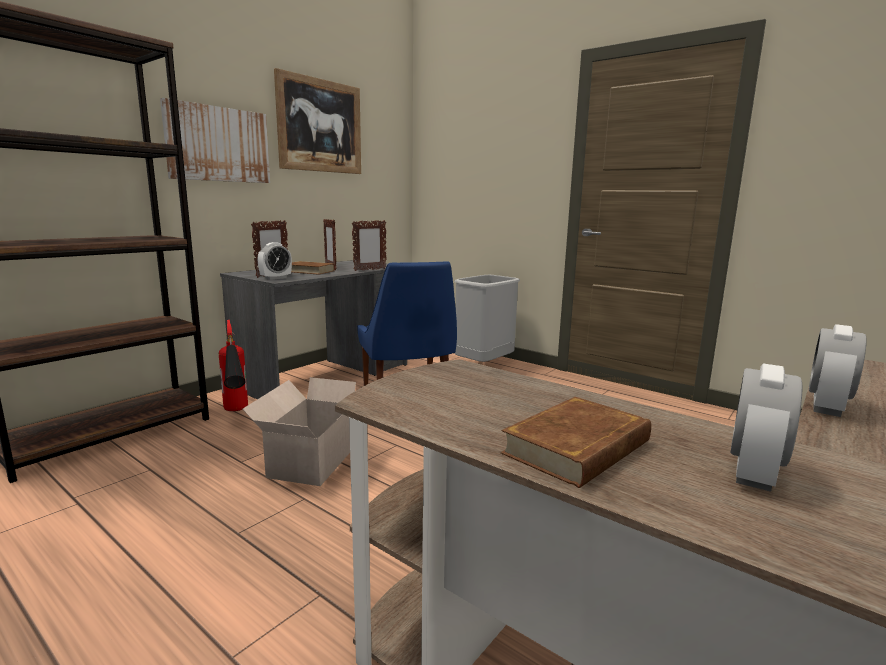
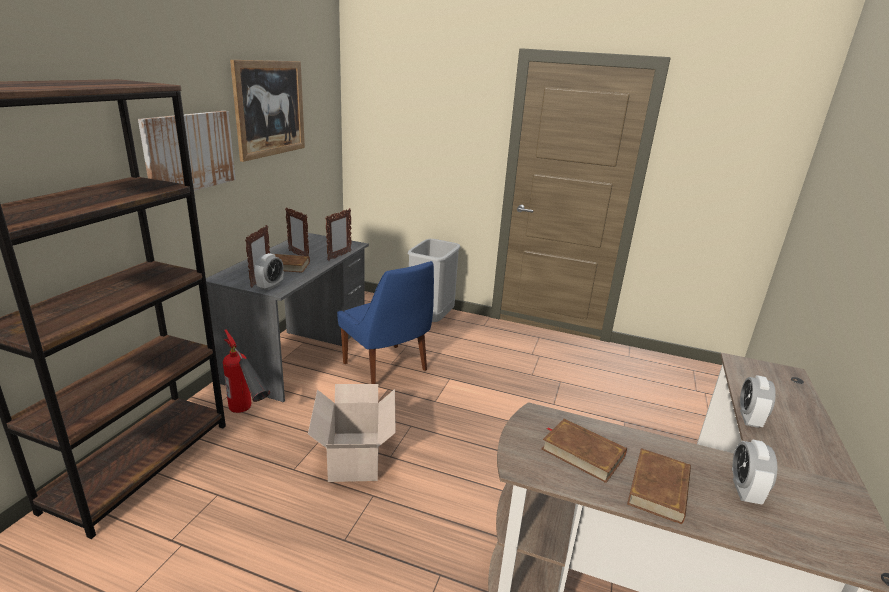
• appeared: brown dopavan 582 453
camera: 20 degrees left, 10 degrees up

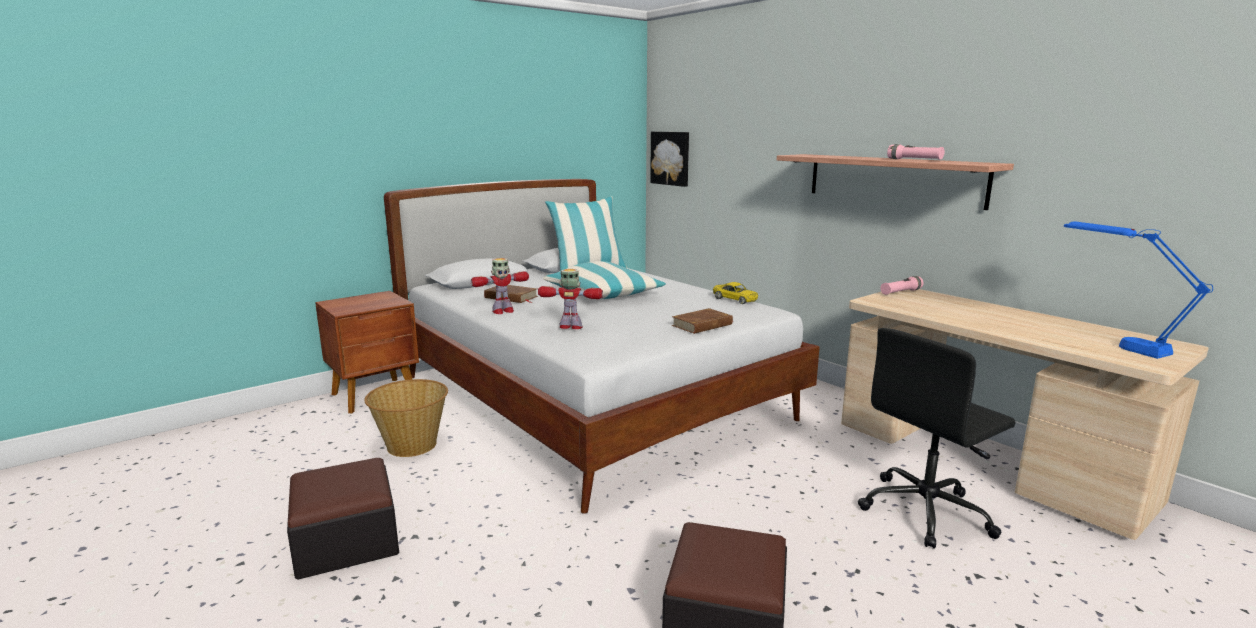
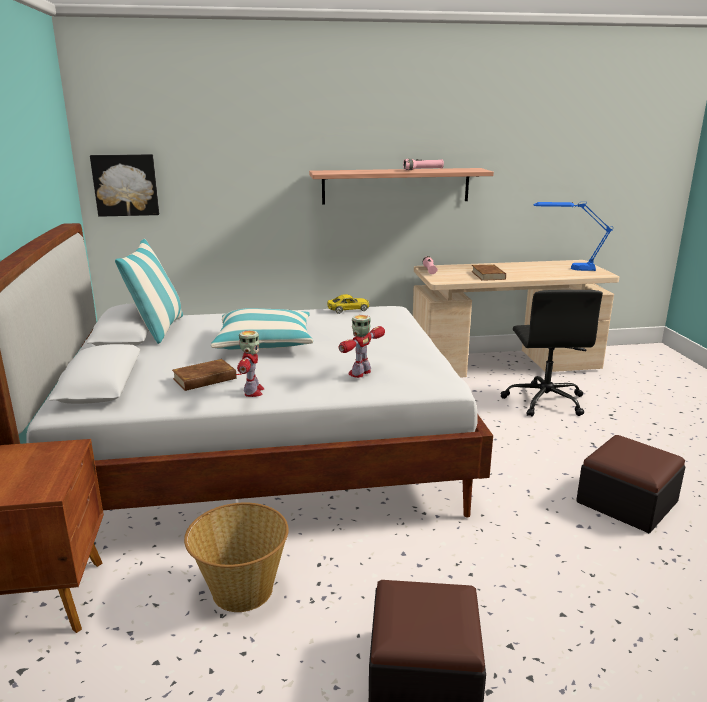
• relocated: brown dopavan 702 325 to 488 275
camera: 60 degrees left, 5 degrees up

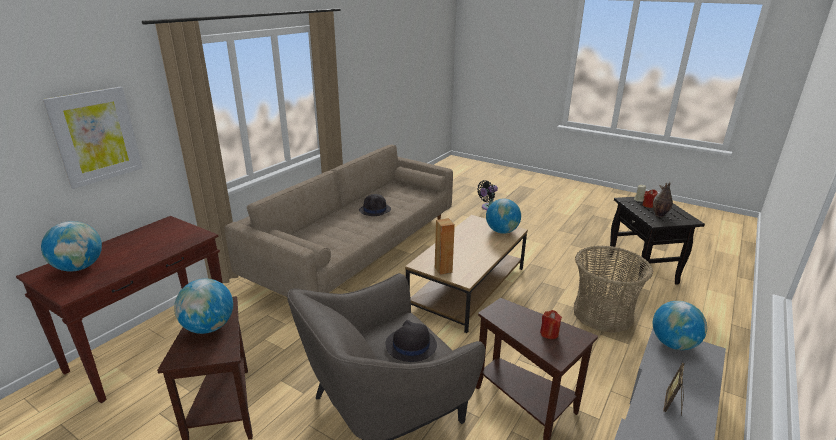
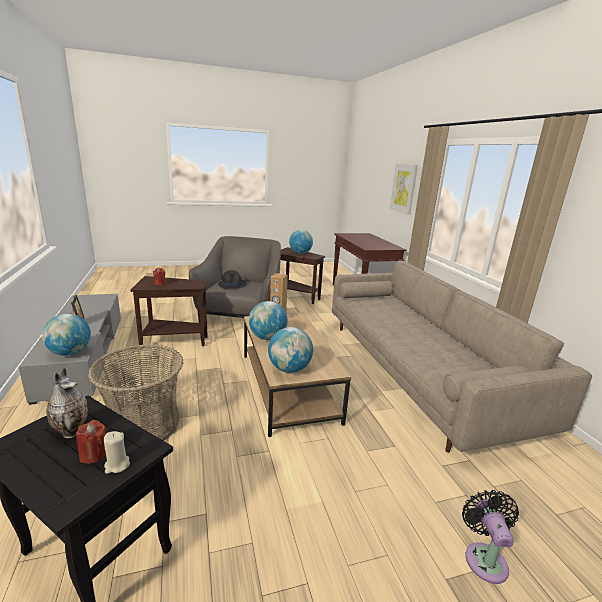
• relocated: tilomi 79 267 to 267 338
• missing: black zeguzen 375 210
camera: 130 degrees right, 5 degrees down

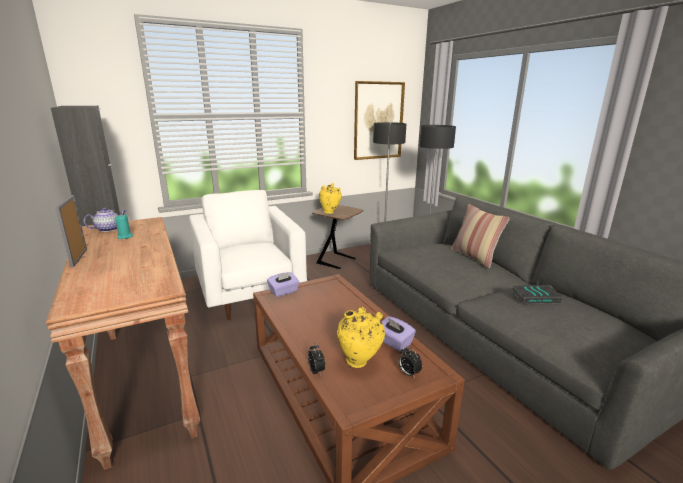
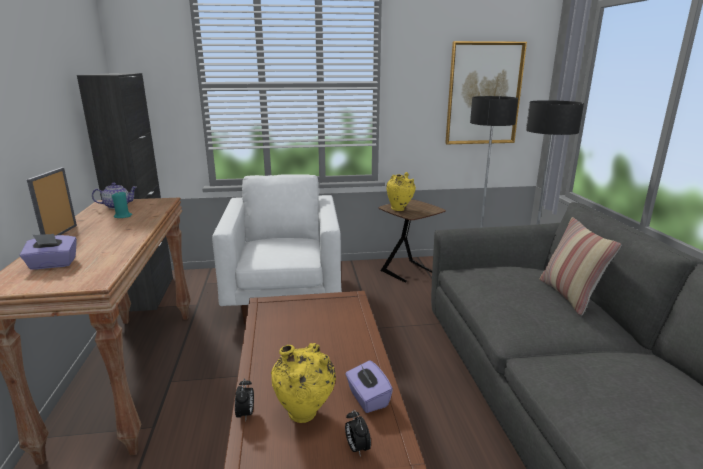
• relocated: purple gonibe 283 292 to 53 264
• missing: dopavan 535 297
camera: 20 degrees right, 0 degrees up

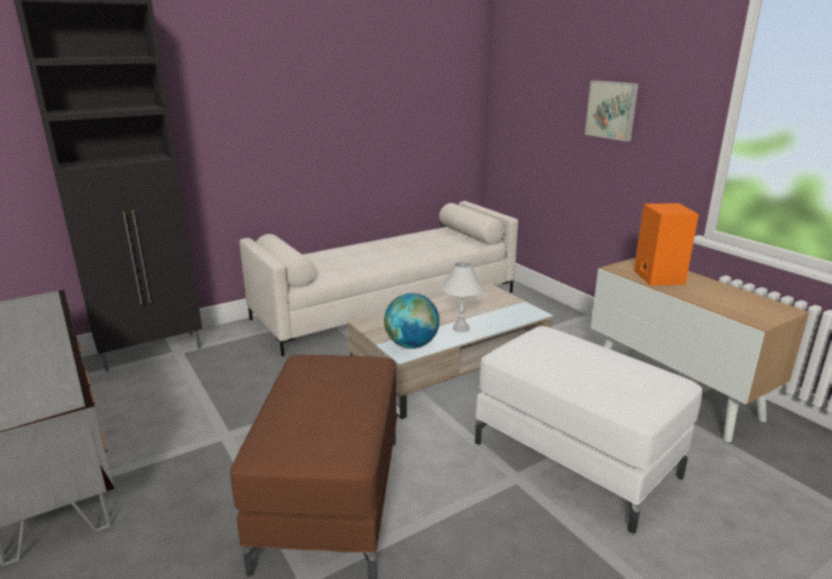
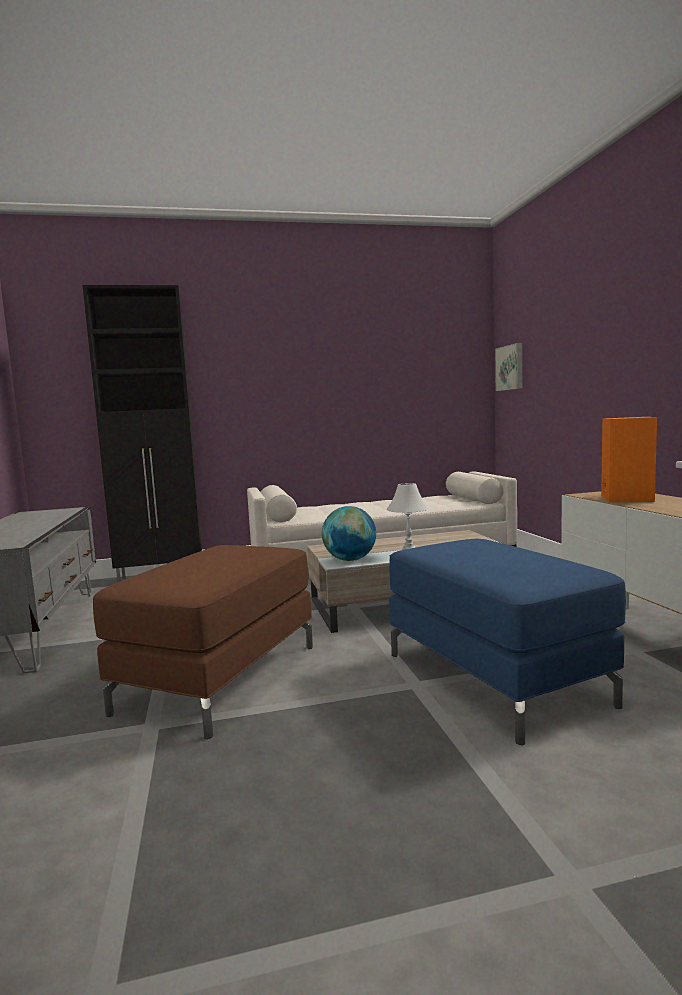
• colour: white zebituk 576 459 to blue zebituk 495 678
• relocated: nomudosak 612 110 to 510 367
camera: 20 degrees right, 15 degrees down

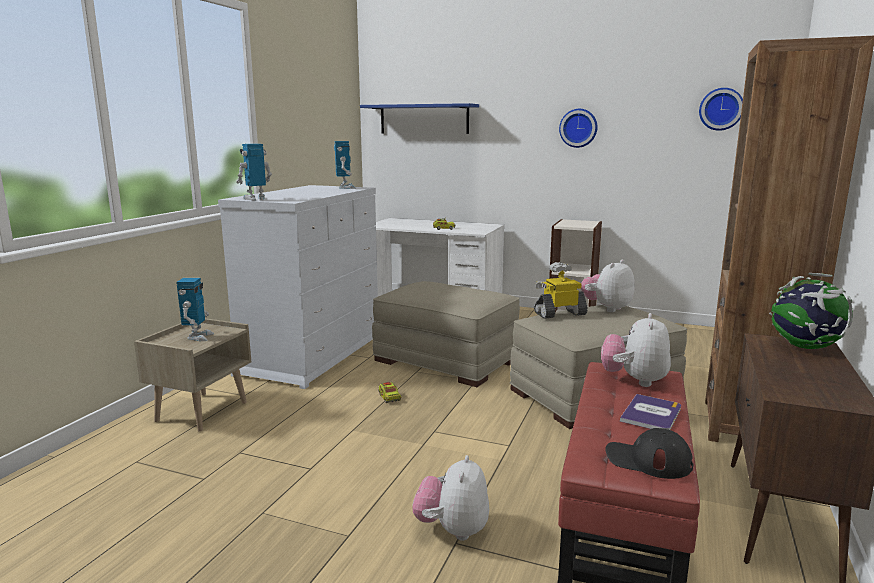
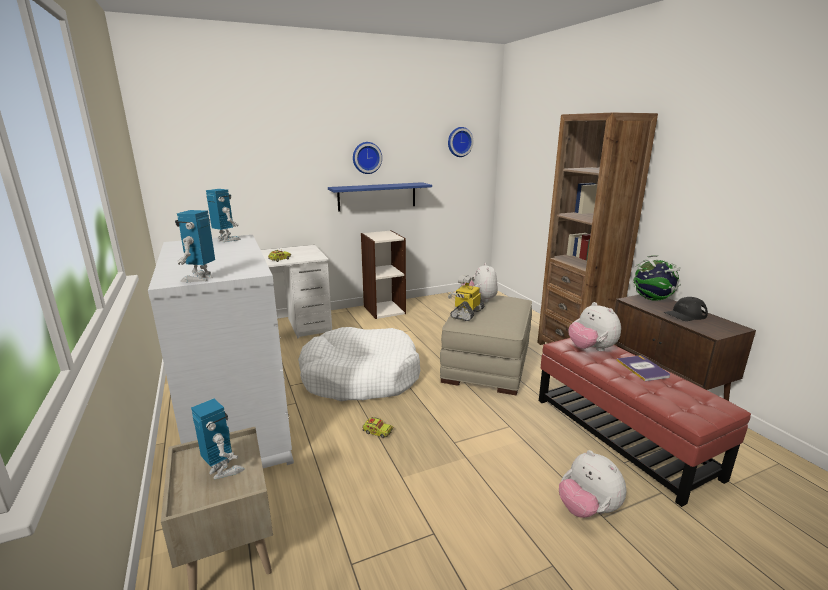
• exchanged: beige zebituk 446 360 to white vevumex 360 377
• relocated: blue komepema 424 119 to 377 196
• relocated: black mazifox 647 460 to 685 314
camera: 45 degrees left, 5 degrees up

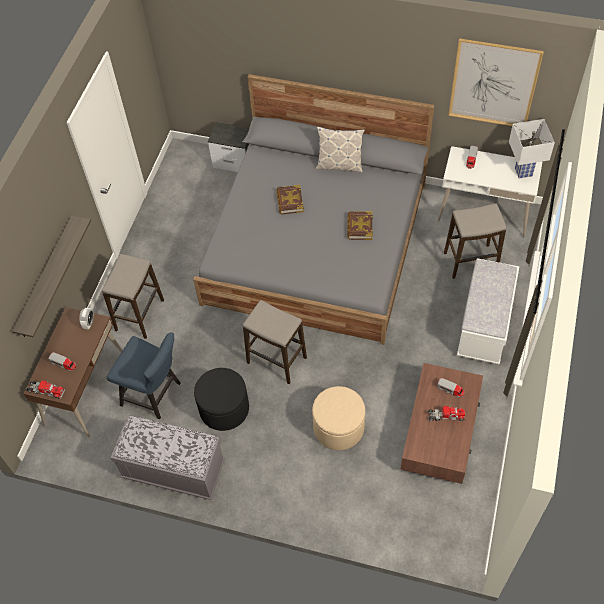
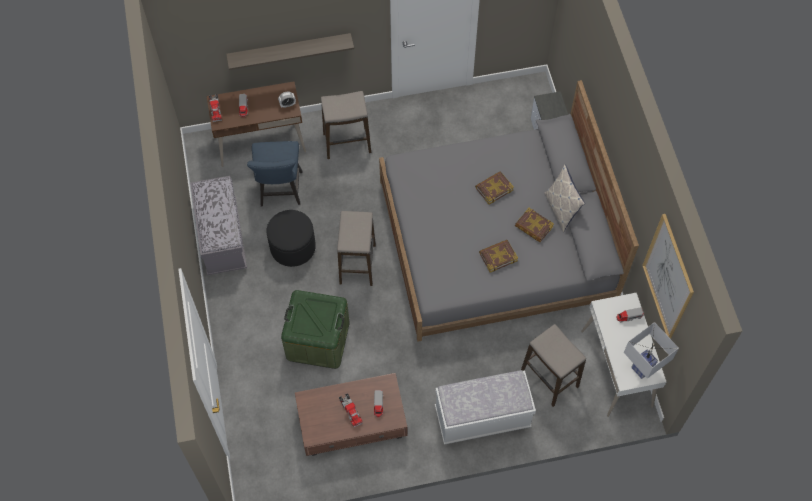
• exchanged: beige zebituk 338 427 to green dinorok 318 340
• appeared: dopavan 533 227
camera: 60 degrees right, 5 degrees up

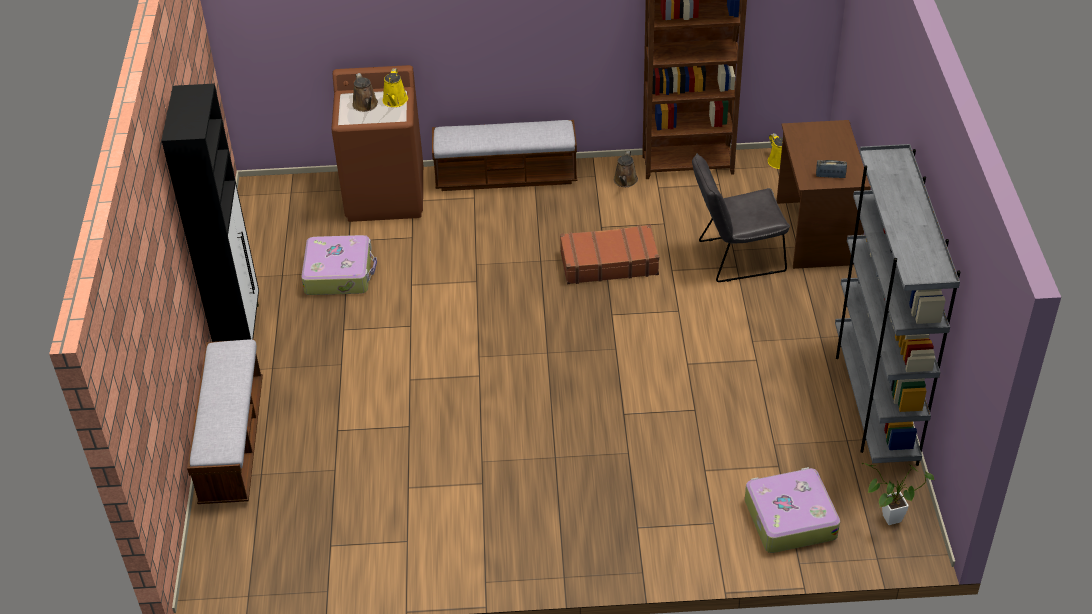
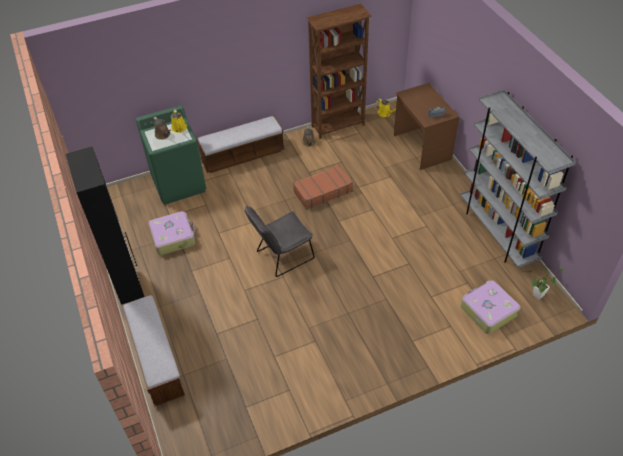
• colour: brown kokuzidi 386 195 to green kokuzidi 179 183
• relocated: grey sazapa 735 257 to 281 256
camera: 20 degrees left, 5 degrees up

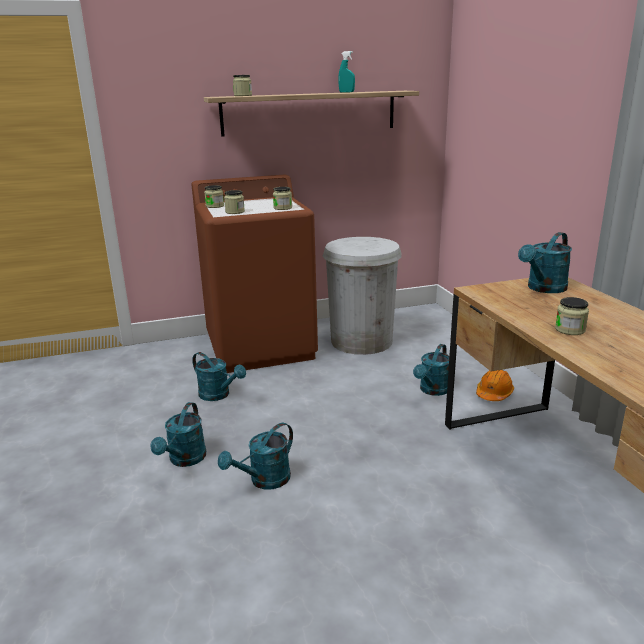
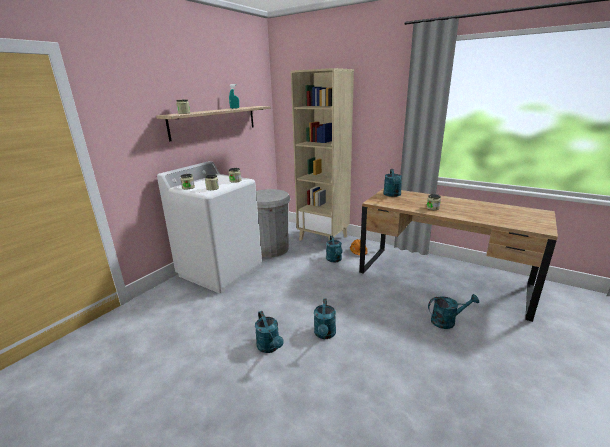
• colour: brown kokuzidi 261 346 to white kokuzidi 221 270
• appeared: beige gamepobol 324 238
• relocated: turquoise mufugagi 219 395 to 447 321
camera: 40 degrees left, 0 degrees up

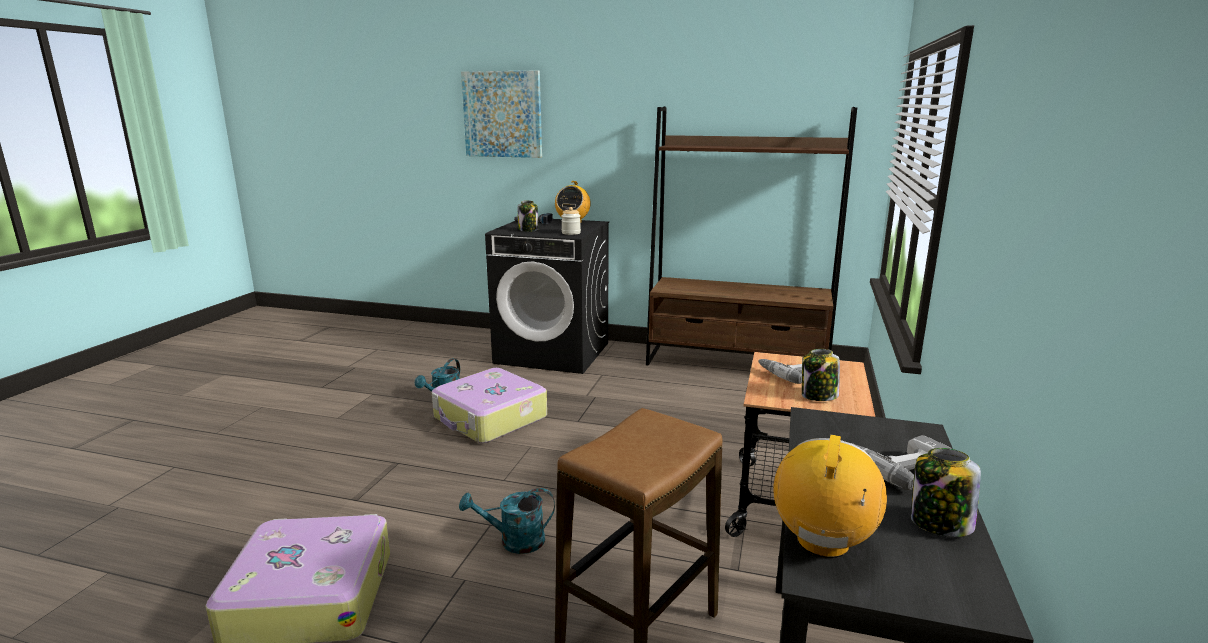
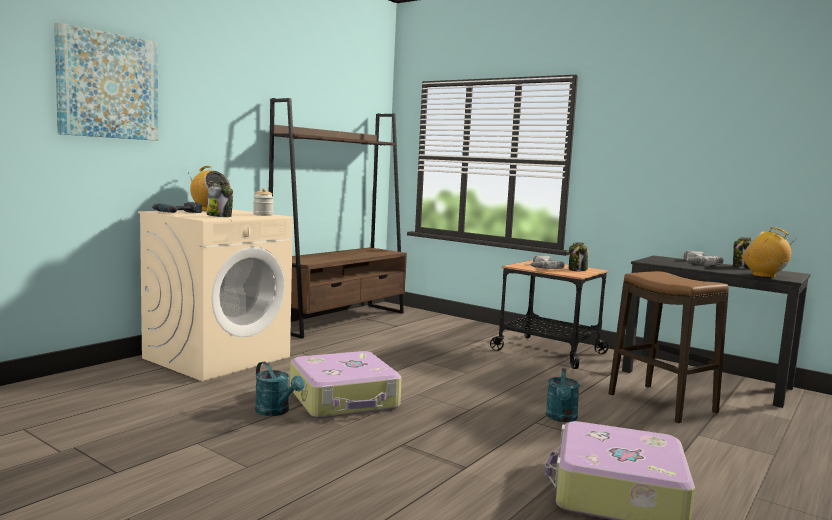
• colour: black kokuzidi 553 353 to beige kokuzidi 217 357
camera: 70 degrees left, 10 degrees down

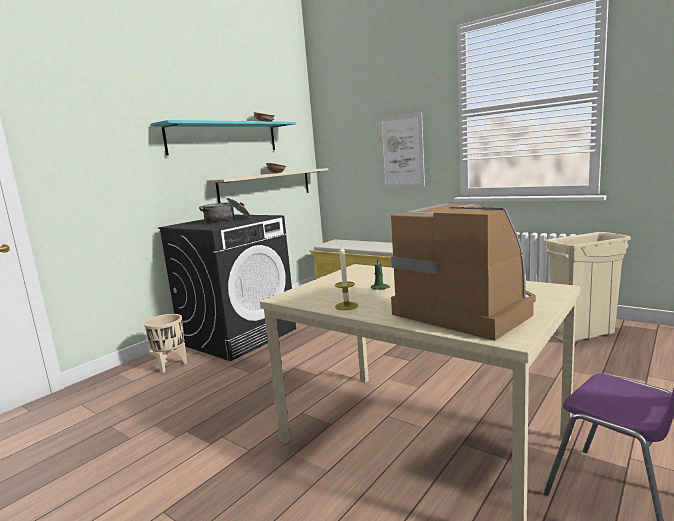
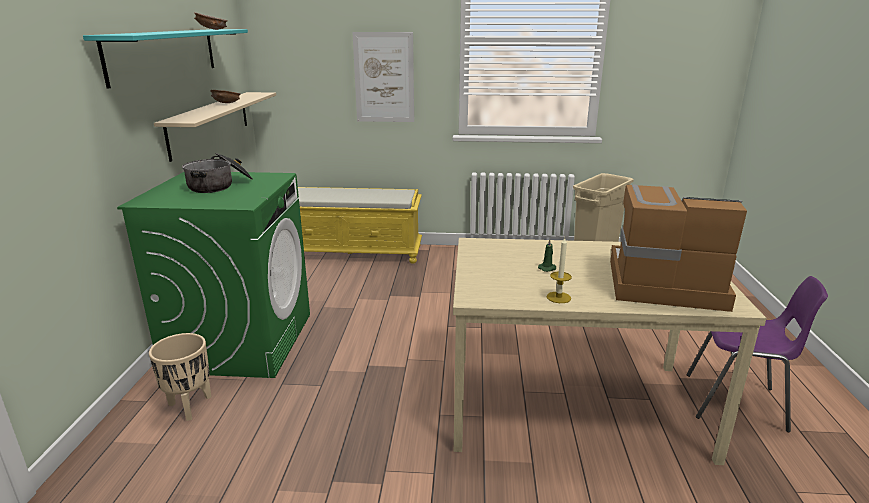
• colour: black kokuzidi 239 336 to green kokuzidi 241 341
camera: 35 degrees left, 10 degrees up

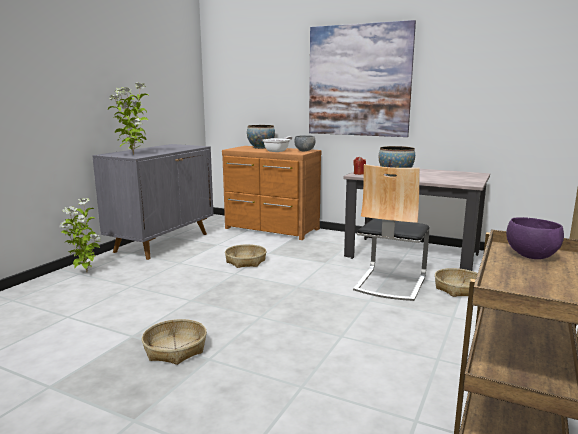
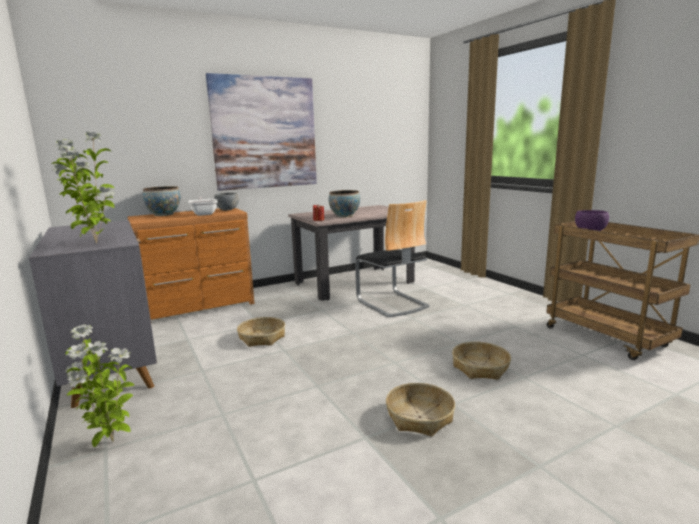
• relocated: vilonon 458 289 to 480 367
camera: 55 degrees left, 0 degrees up

